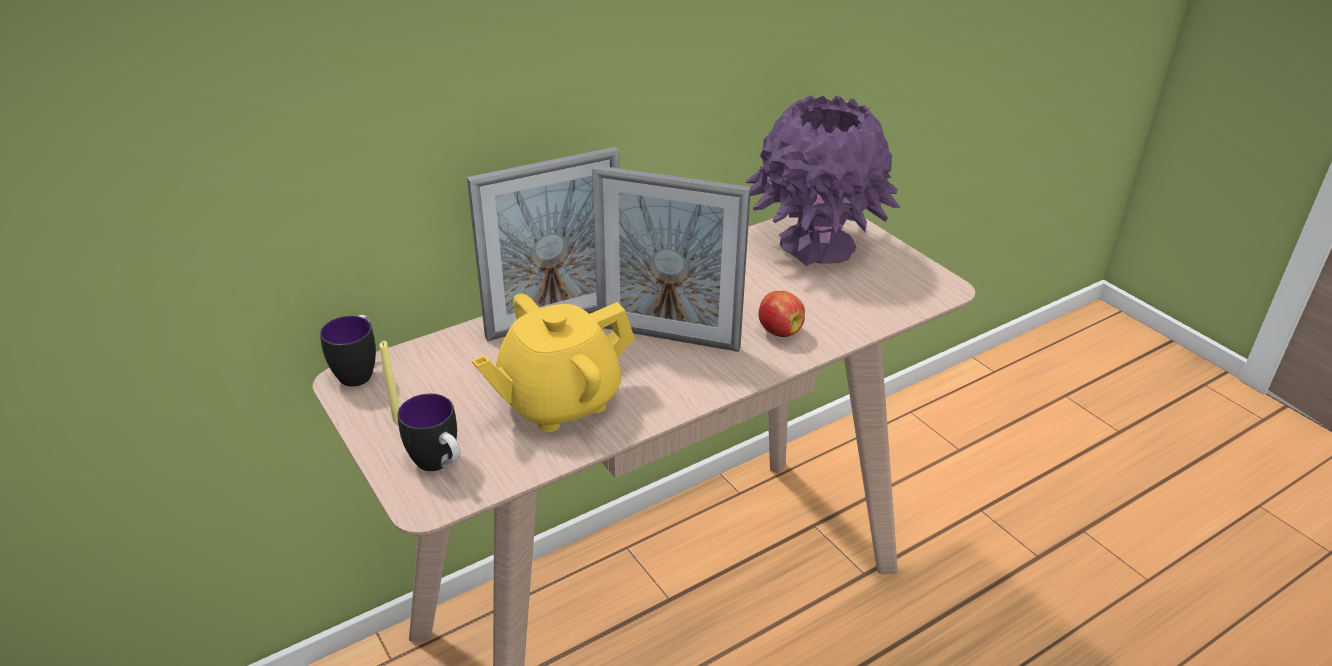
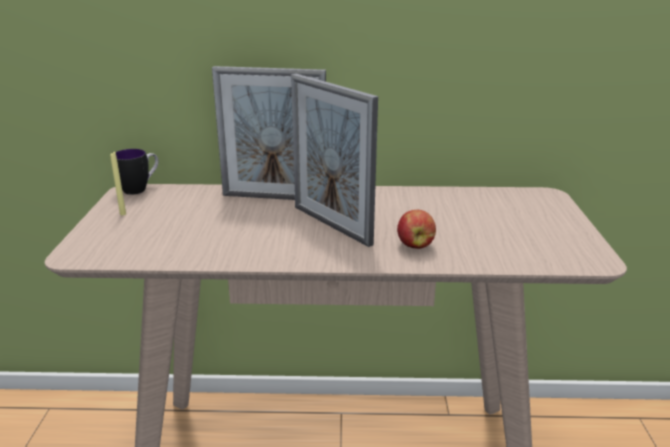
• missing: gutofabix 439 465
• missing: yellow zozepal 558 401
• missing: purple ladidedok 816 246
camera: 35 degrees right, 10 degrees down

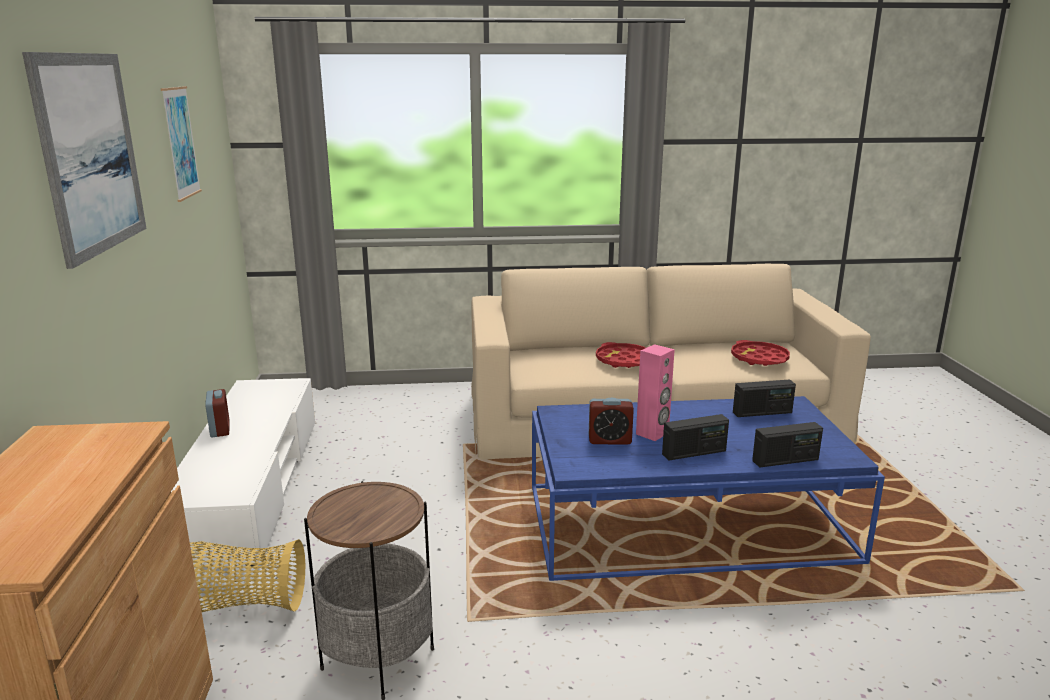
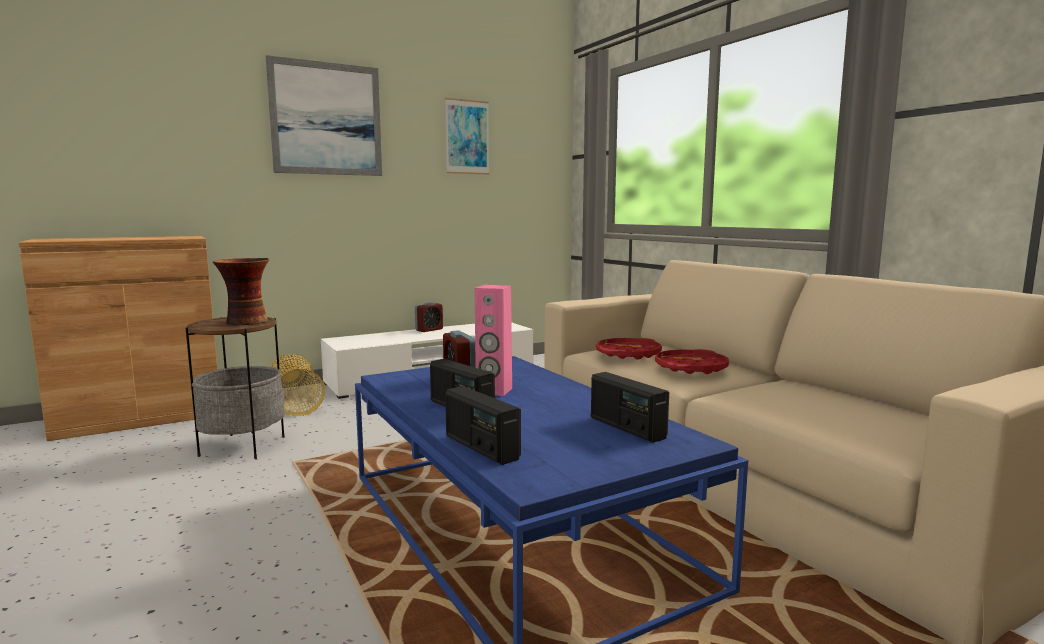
• appeared: ladidedok 245 322
• relocated: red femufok 759 358 to 628 354
camera: 65 degrees right, 10 degrees down

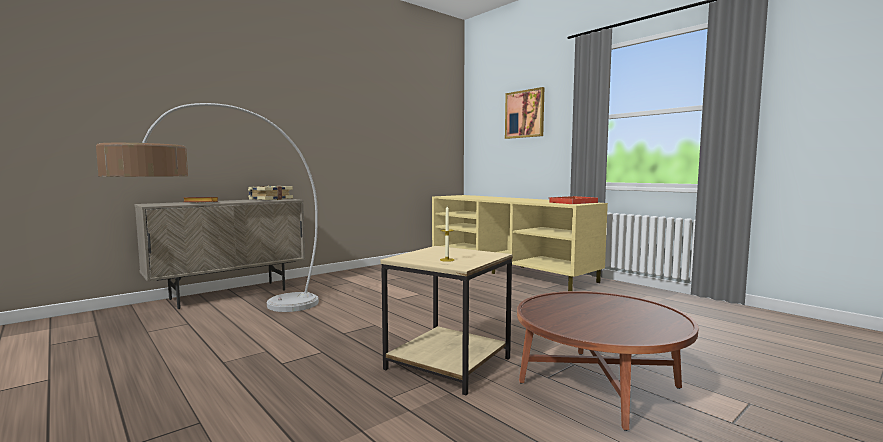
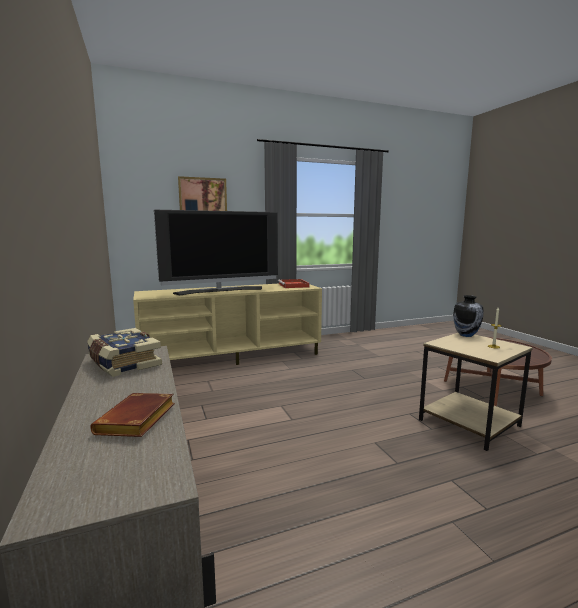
• appeared: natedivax 220 291
• appeared: ladidedok 466 335
• missing: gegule 218 317
camera: 70 degrees left, 5 degrees up

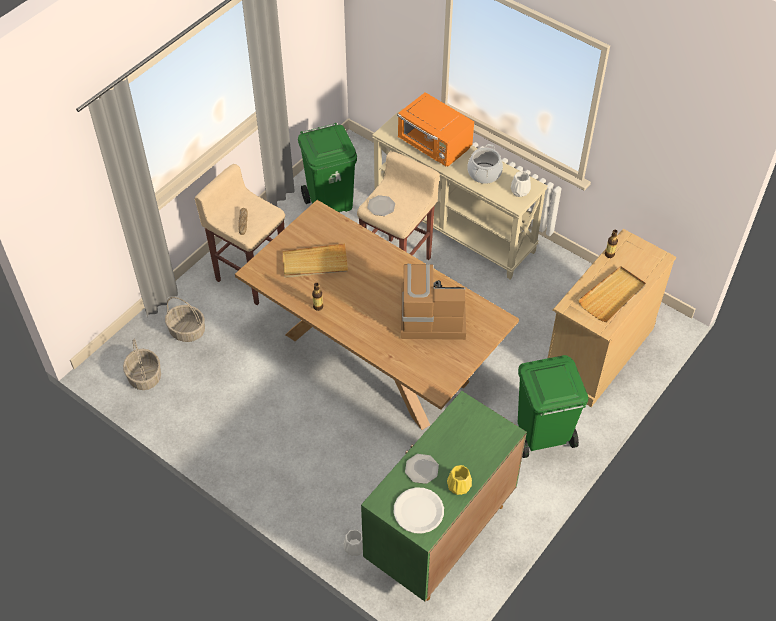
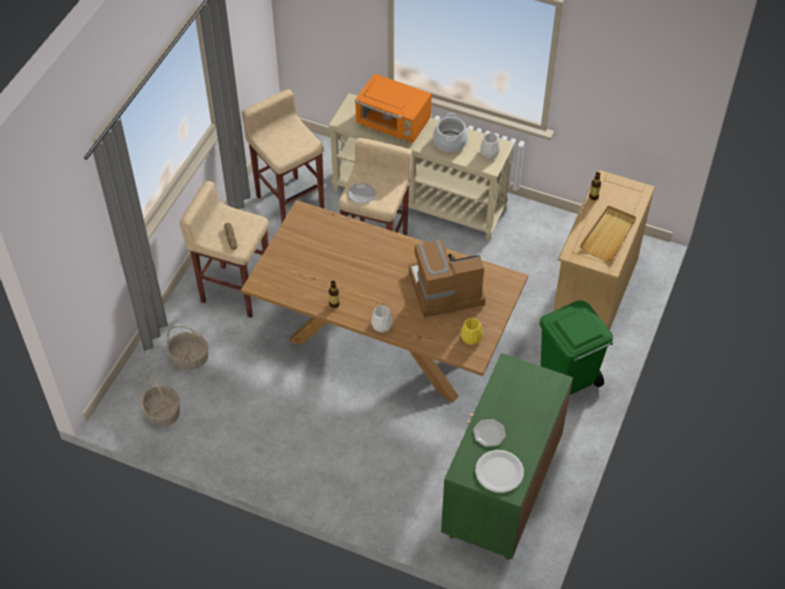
• exchanged: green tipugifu 330 203 to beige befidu 290 201
• relocated: white ladidedok 354 547 to 381 325
• relocated: yellow ladidedok 458 485 to 471 337
• missing: beige femufok 315 263
camera: 15 degrees left, 0 degrees up

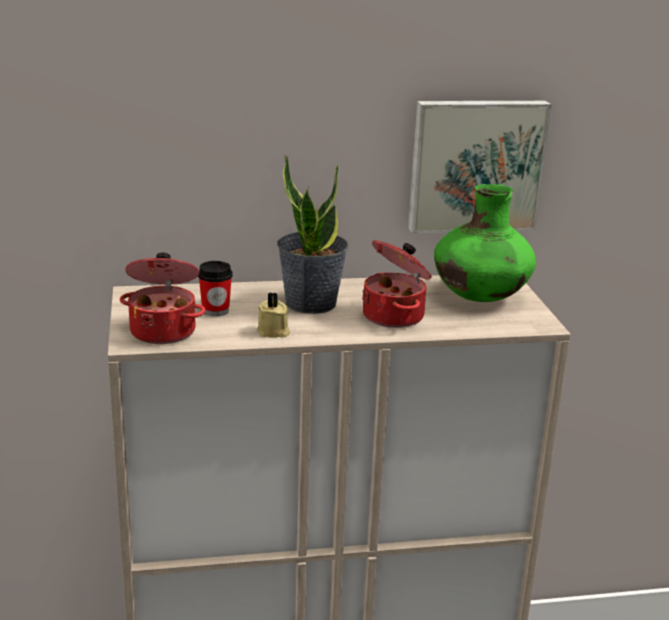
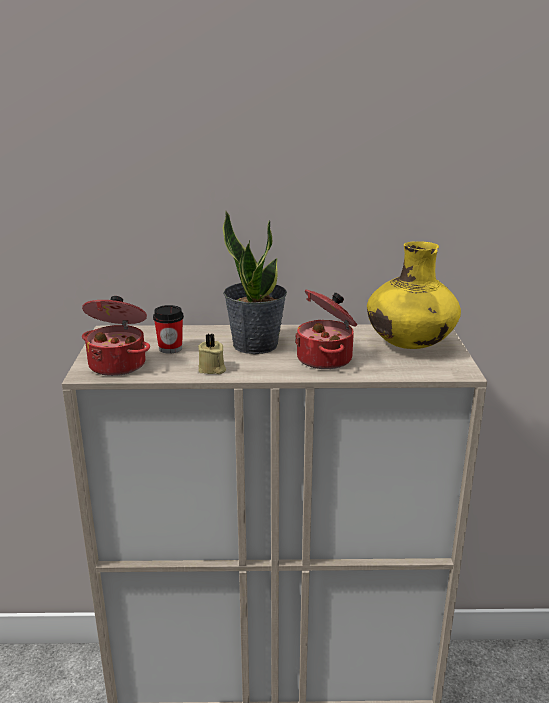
• colour: green ladidedok 479 298 to yellow ladidedok 409 345
• missing: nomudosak 475 165
camera: 10 degrees right, 0 degrees up

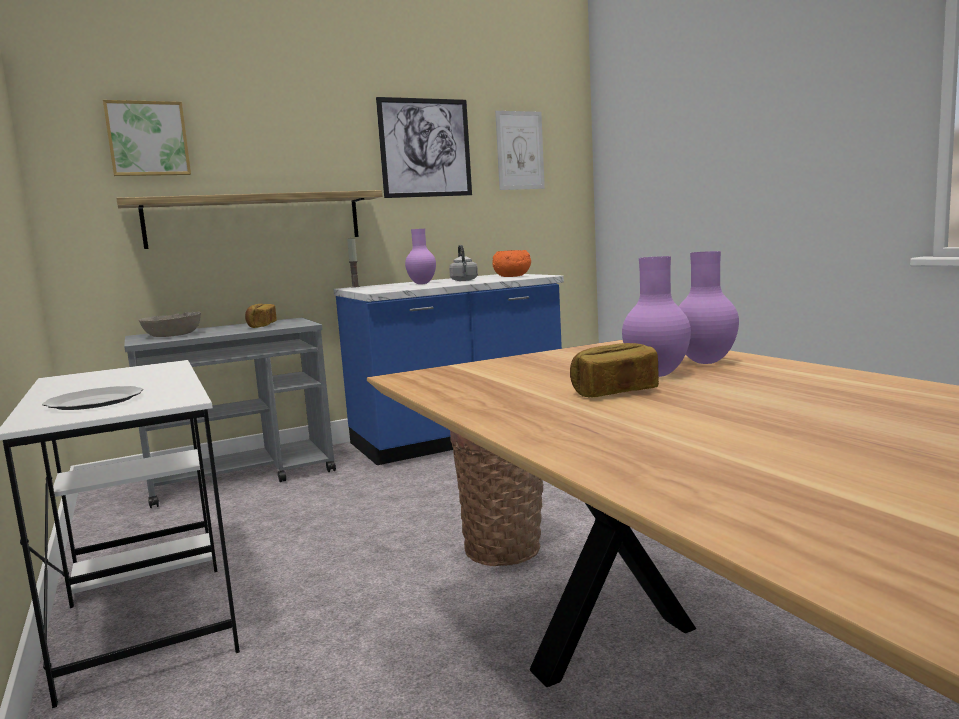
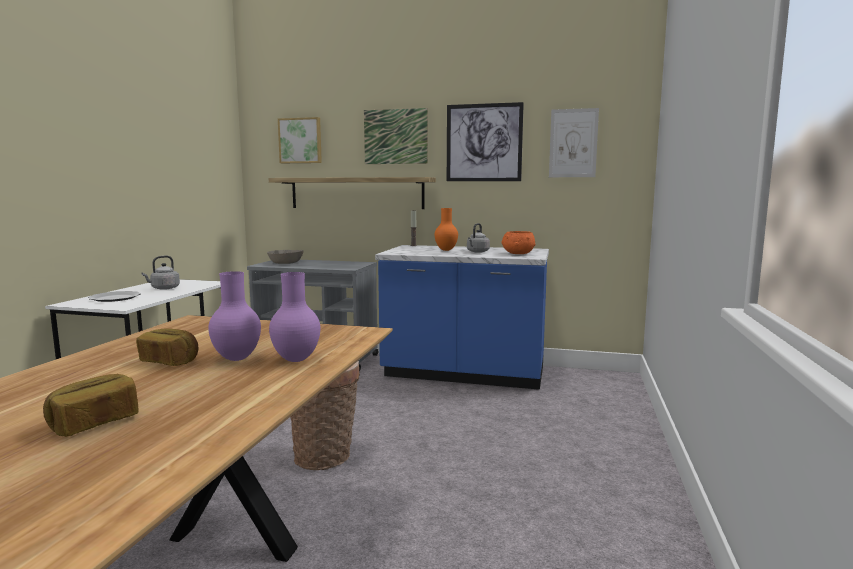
• relocated: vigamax 261 326 to 95 423
• appeared: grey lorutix 164 288
• appeared: nomudosak 395 136
• colour: purple ladidedok 421 283 to orange ladidedok 445 250
camera: 40 degrees right, 0 degrees up

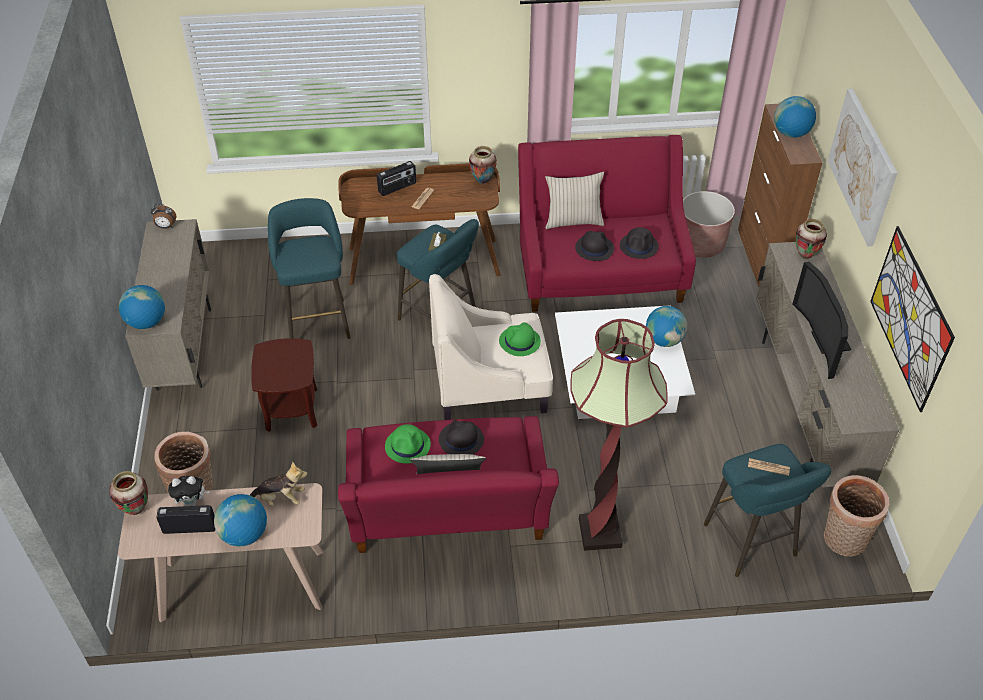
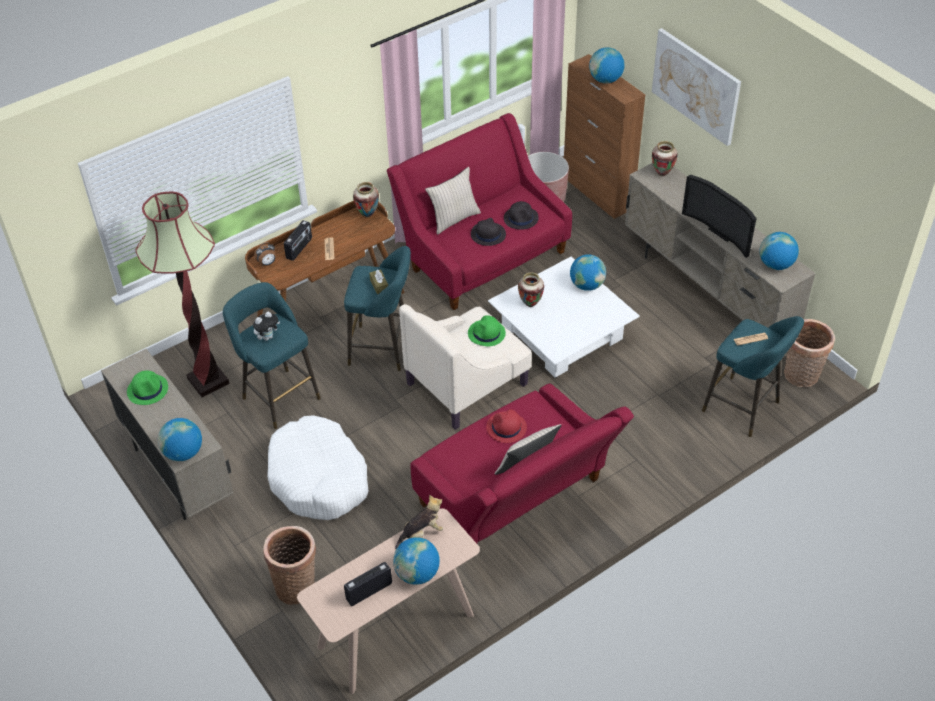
• relocated: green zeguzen 408 445 to 148 389
• relocated: gegule 599 533 to 208 381
• relocated: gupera 192 502 to 267 337
• relocated: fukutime 166 227 to 267 263
• exchanged: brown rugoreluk 291 409 to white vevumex 319 478
• colour: black zeguzen 461 440 to red zeguzen 506 428
• relocated: ladidedok 136 509 to 530 304
• appeared: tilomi 775 265
• missing: nomudosak 910 318
camera: 30 degrees left, 0 degrees up

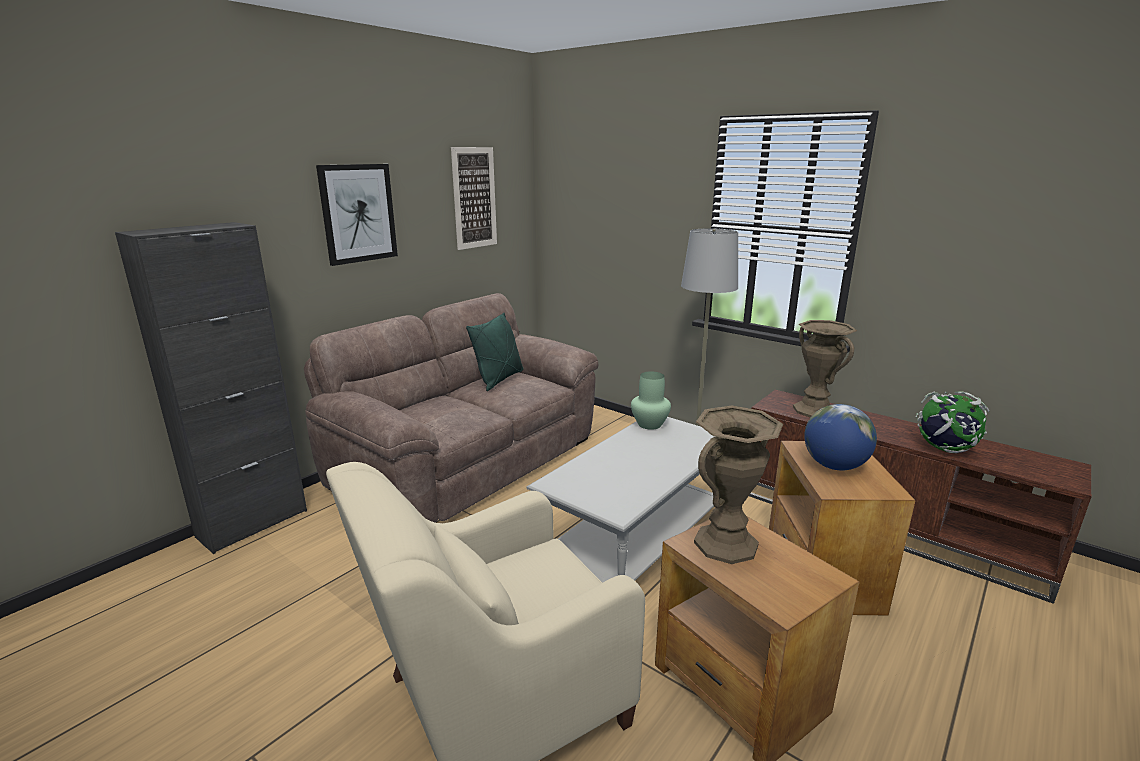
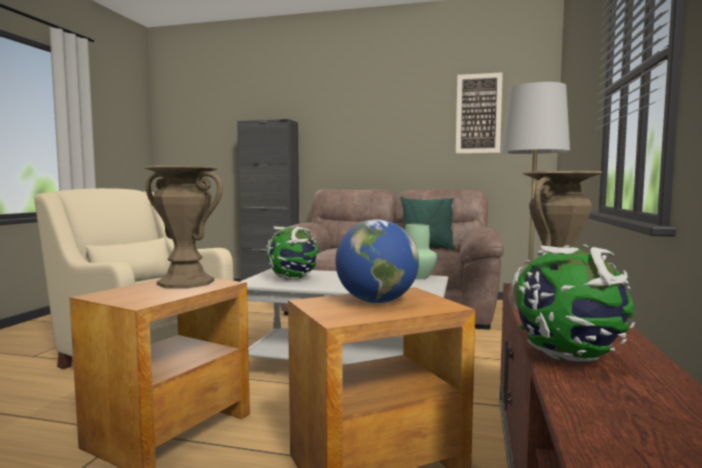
• appeared: tilomi 293 279
• missing: nomudosak 358 213
camera: 65 degrees right, 15 degrees down

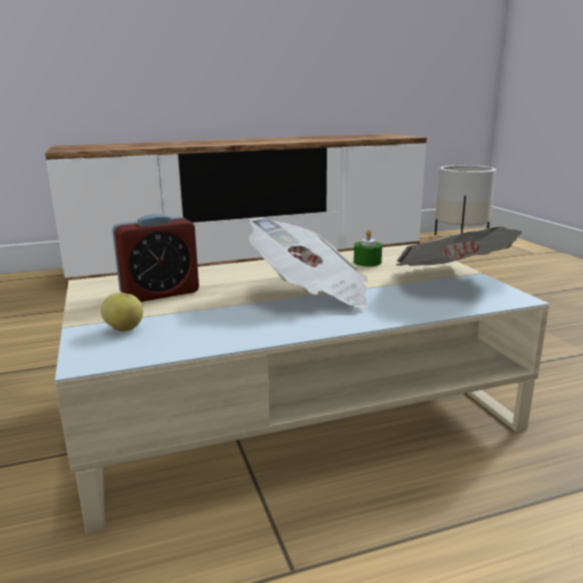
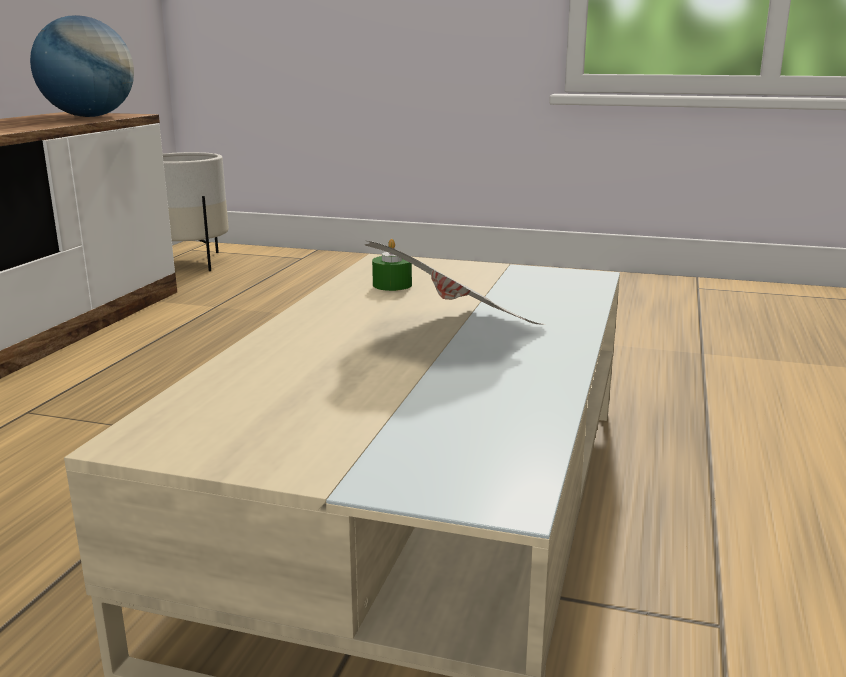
• appeared: tilomi 89 116
• missing: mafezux 124 329
• missing: fukutime 160 293
• missing: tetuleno 451 280
camera: 55 degrees left, 0 degrees up

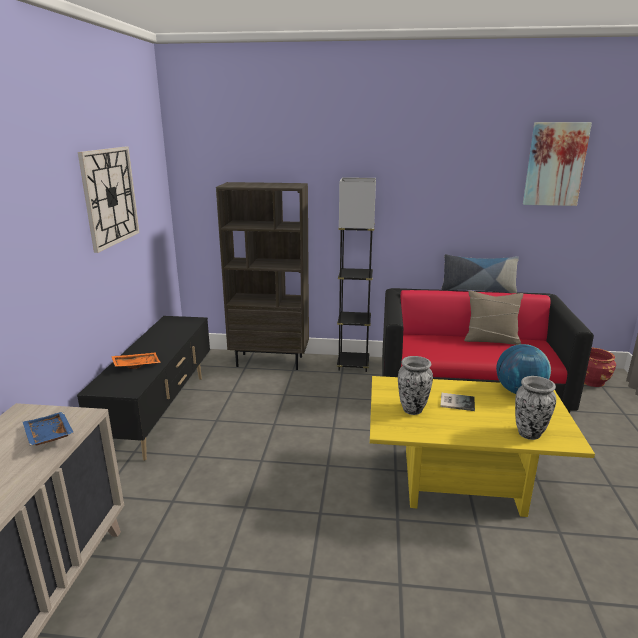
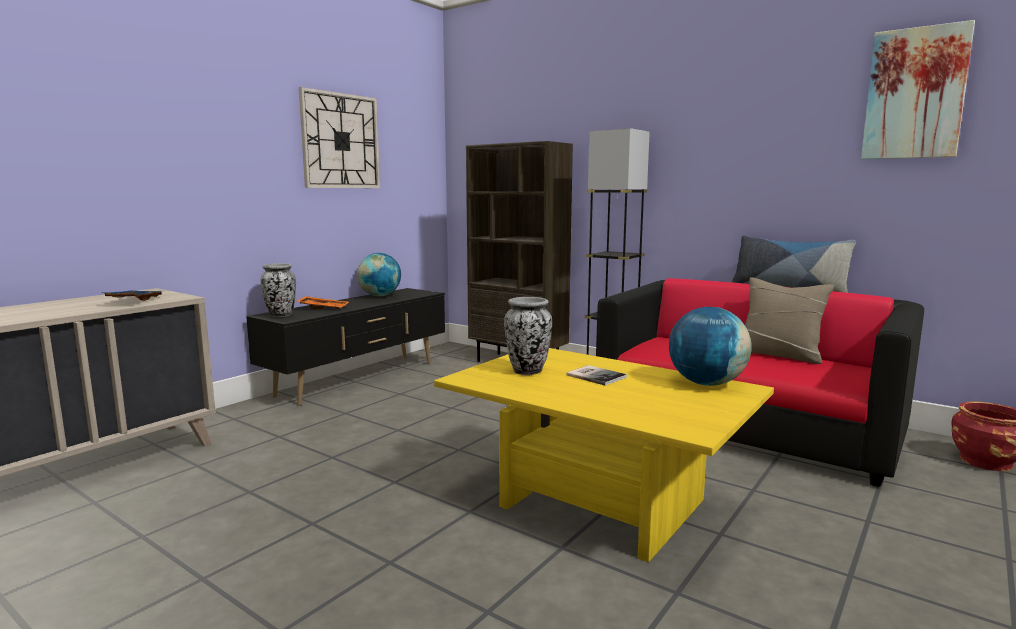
• relocated: ladidedok 529 434 to 281 315
• appeared: tilomi 380 296
camera: 30 degrees right, 10 degrees down

